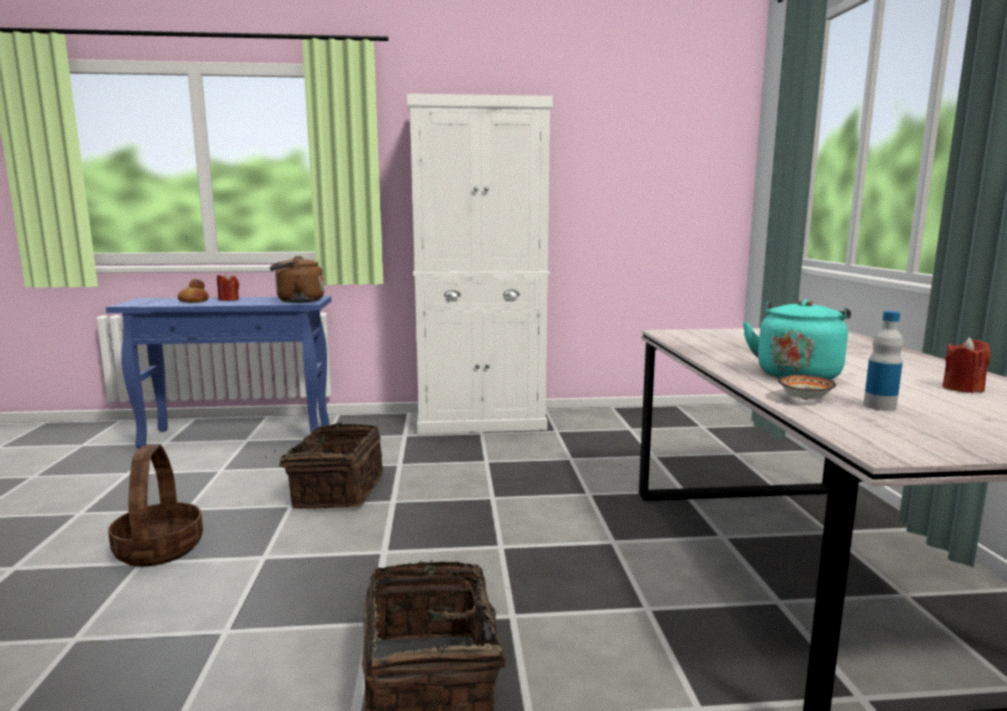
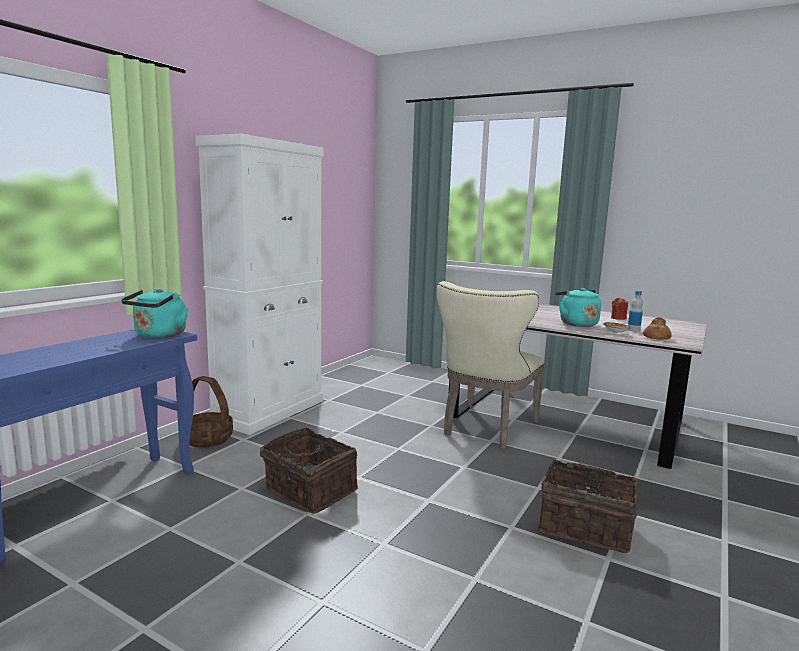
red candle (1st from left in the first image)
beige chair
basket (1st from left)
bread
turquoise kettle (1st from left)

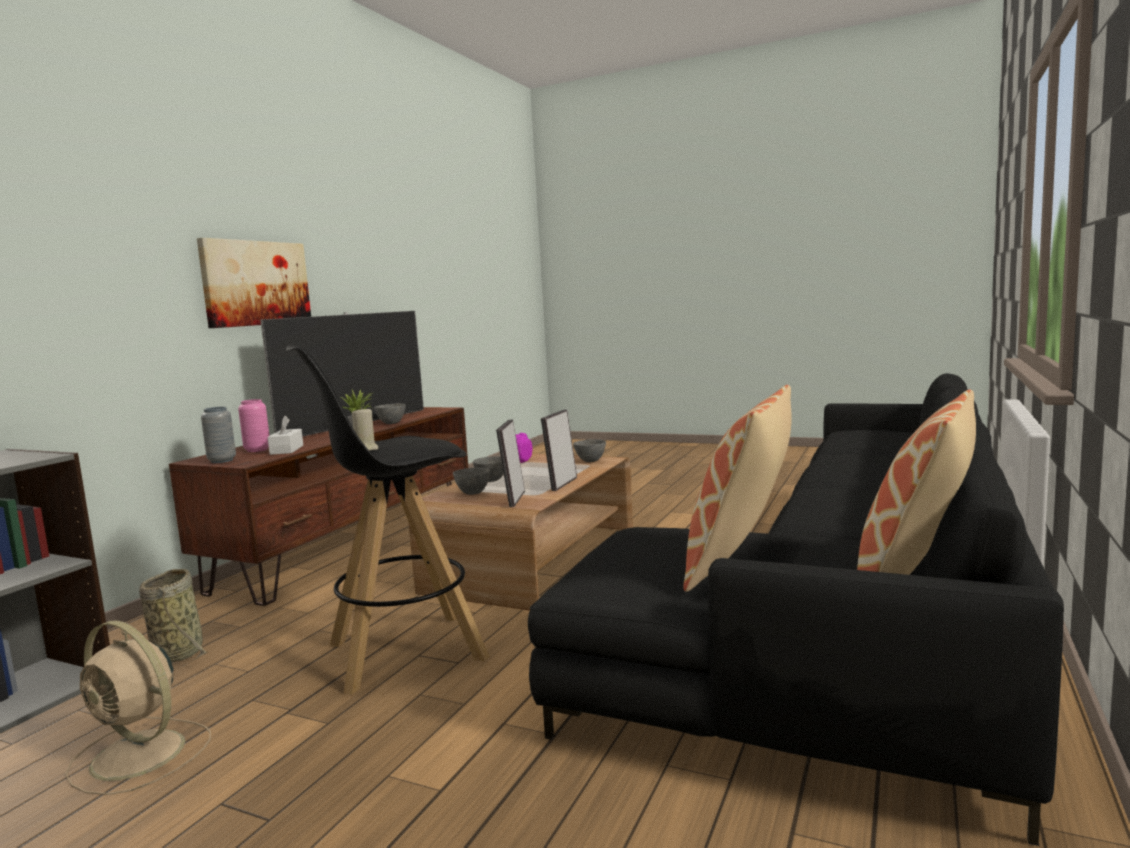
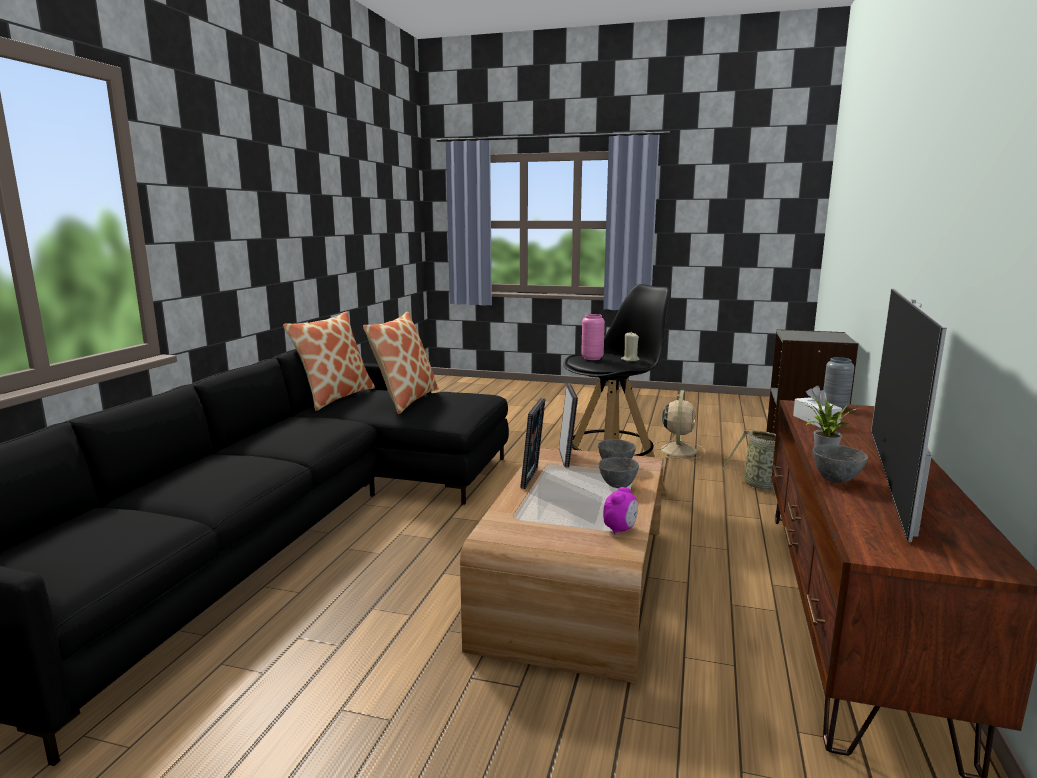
picture
grey bowl (4th from left in the first image)
pink vase
beige fan

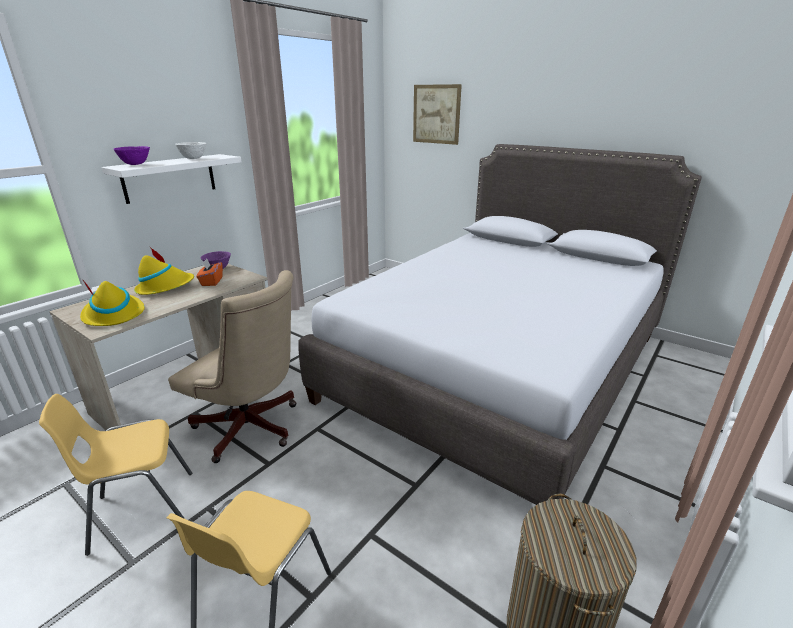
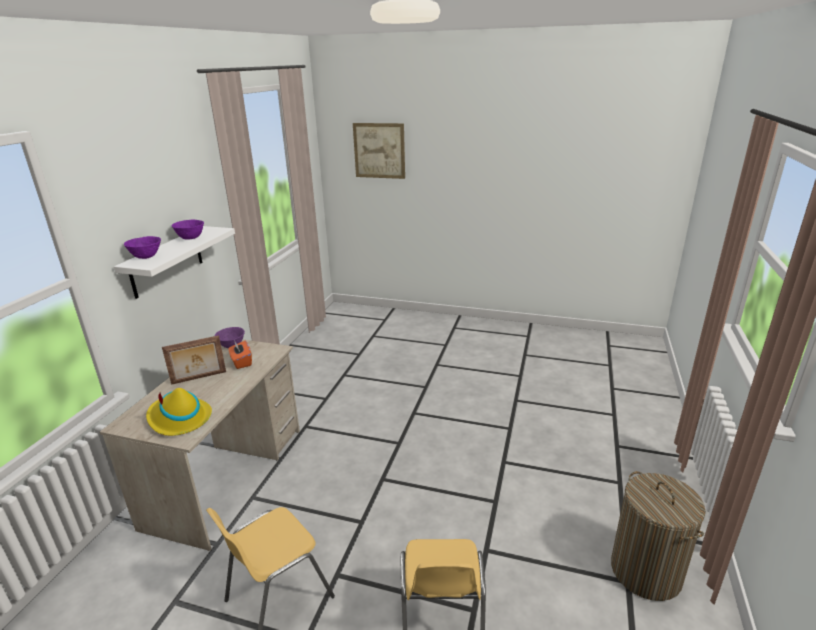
beige office chair
grey bed
picture frame
purple bowl (2nd from left)

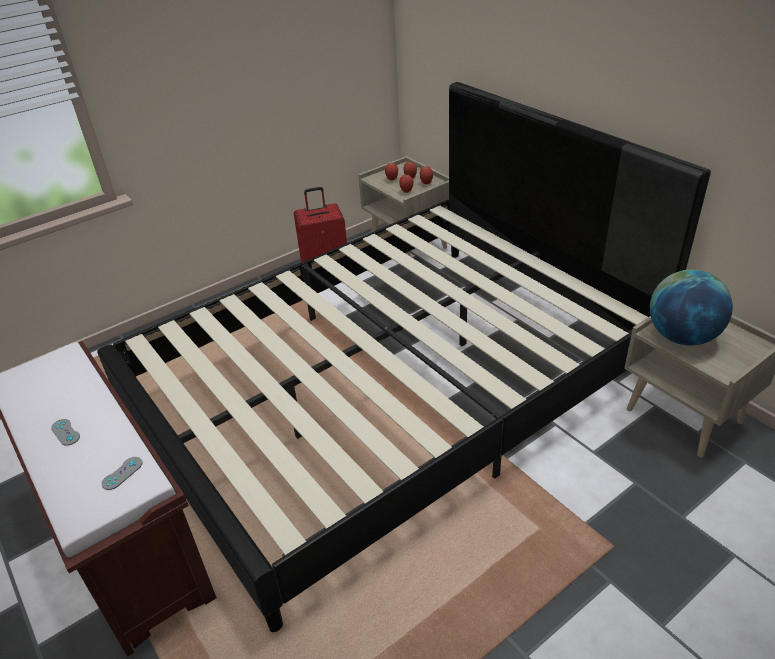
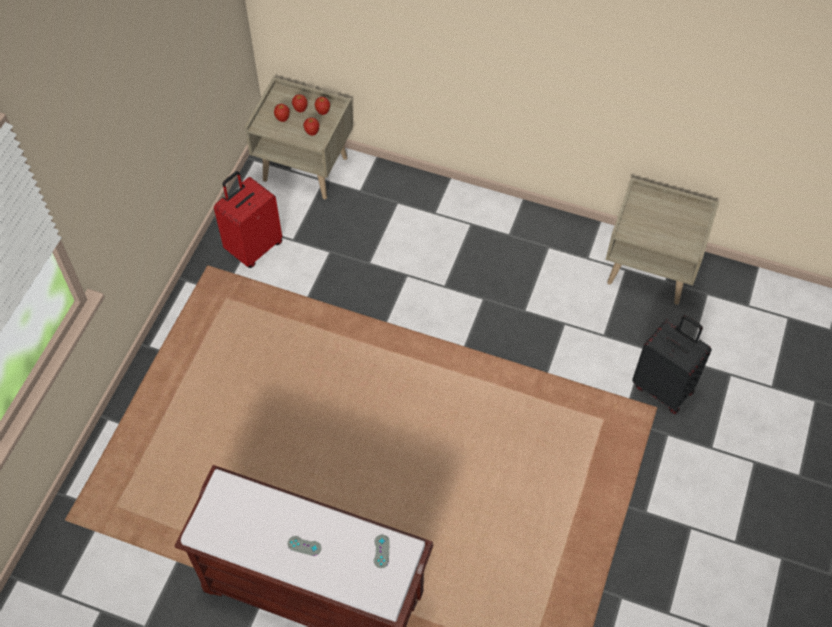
black bed
globe
black suitcase

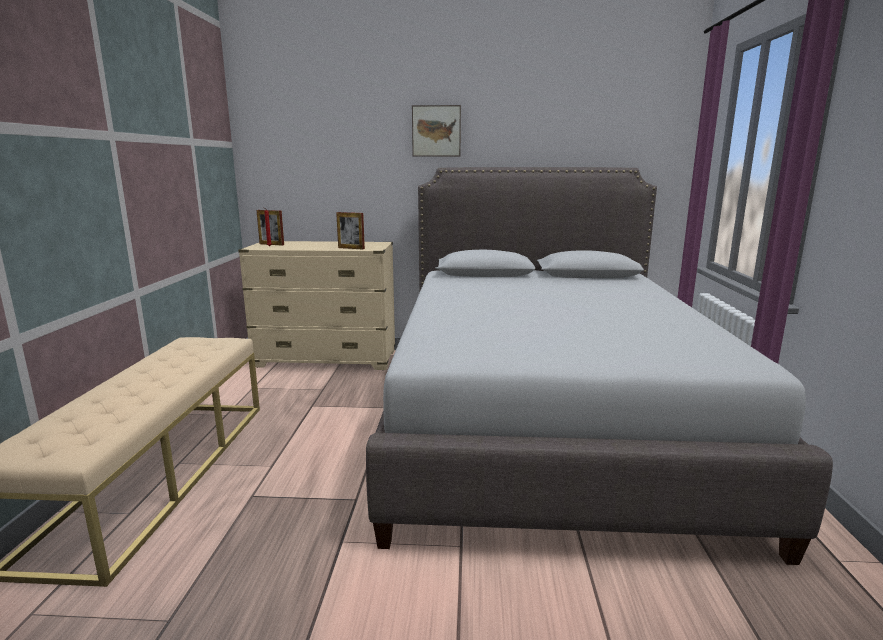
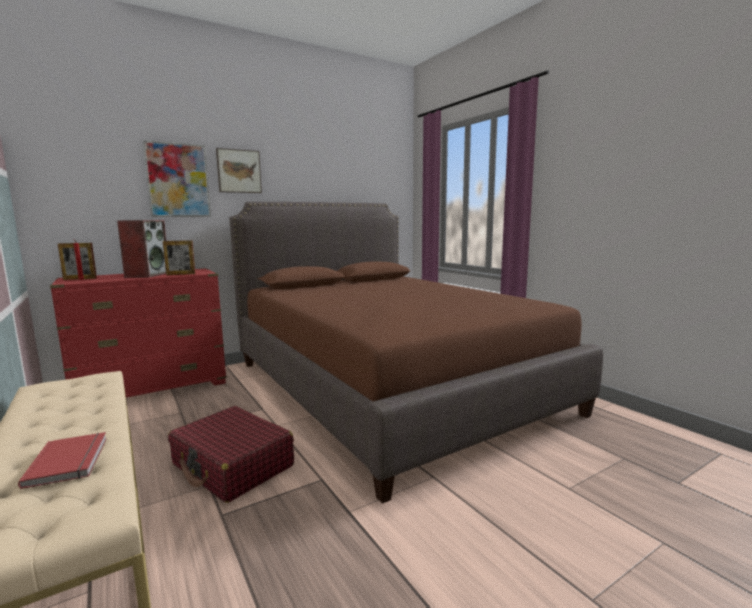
red book
speaker
picture (1st from left)
red suitcase
red dresser
brown bed

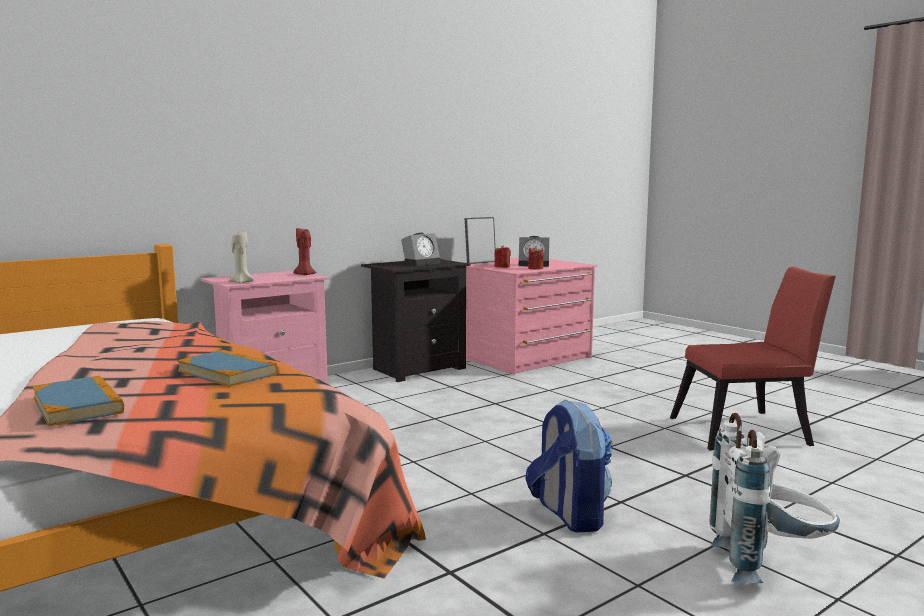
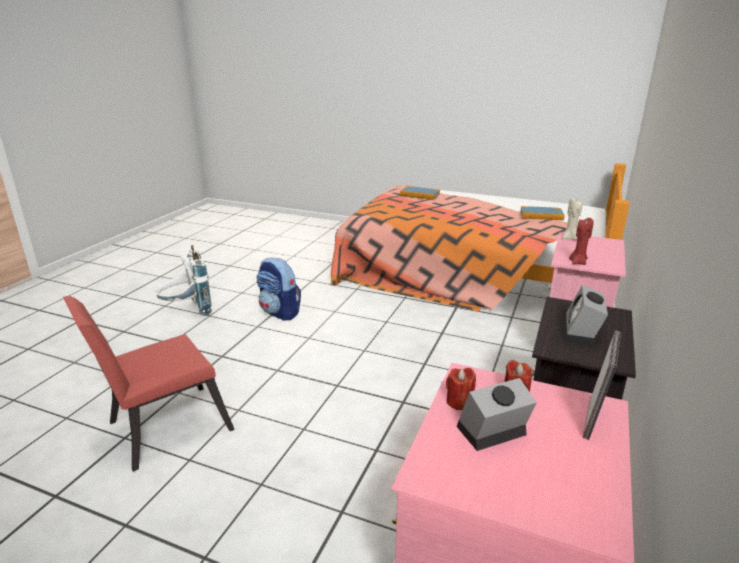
book (2nd from left)

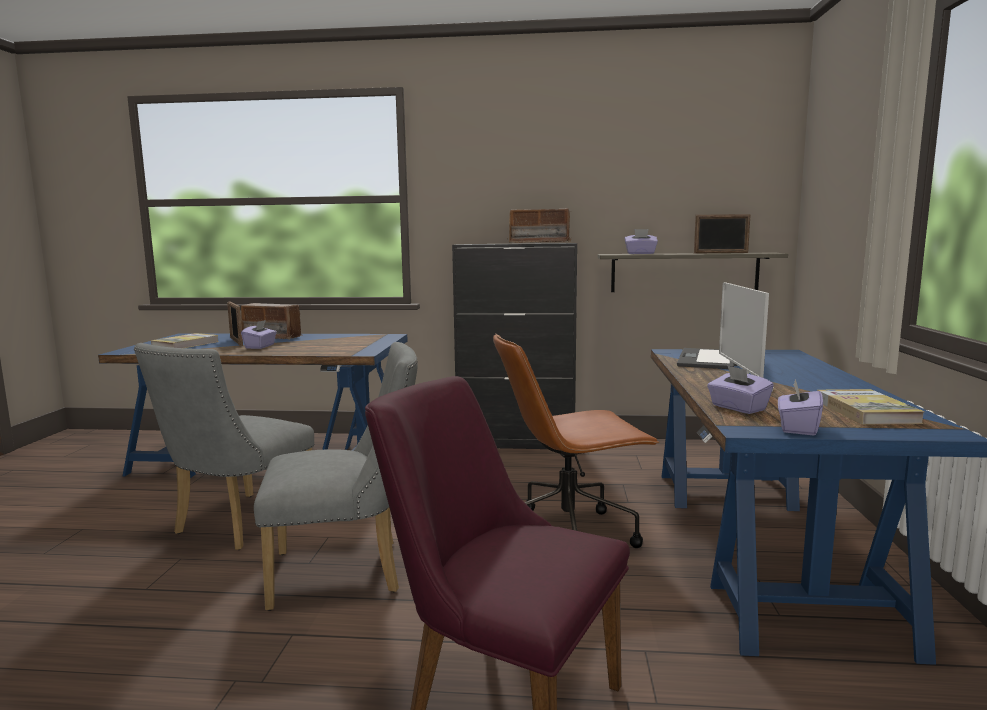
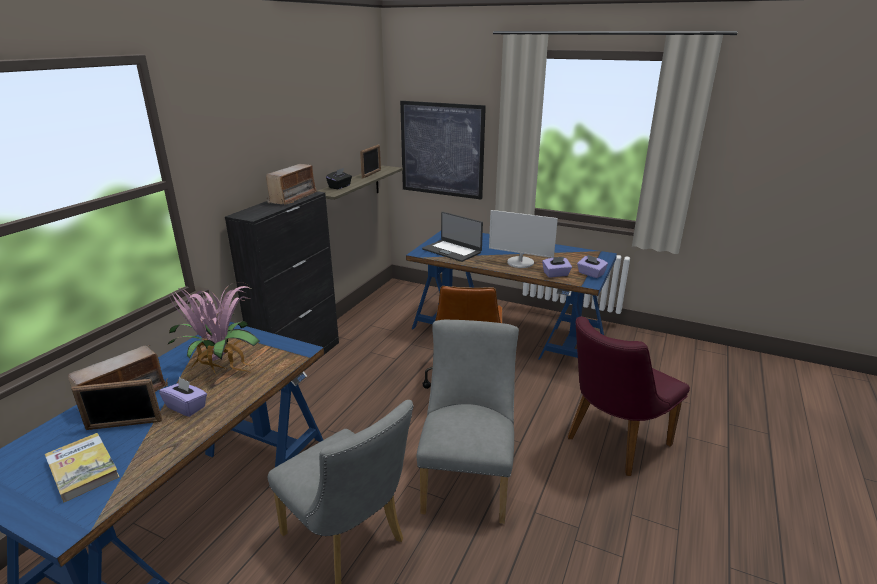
book (2nd from left in the first image)
potted plant
picture
black tissue box

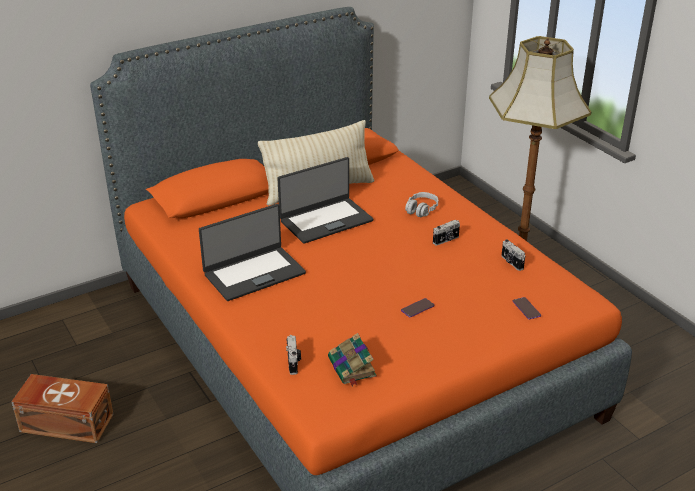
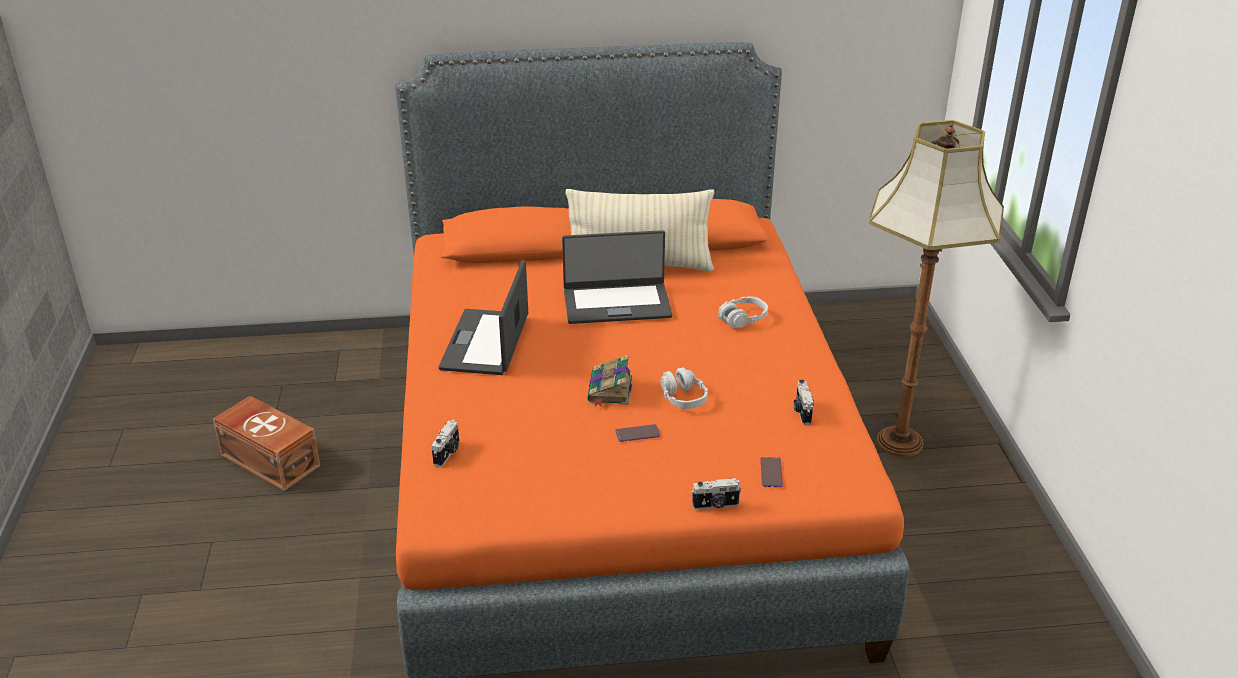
grey headphones (1st from left)
book
photo camera (2nd from left)
laptop (1st from left)

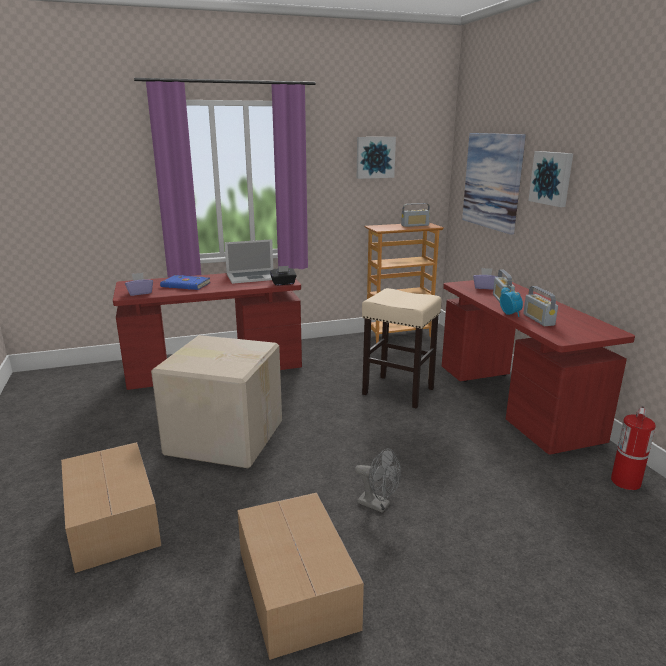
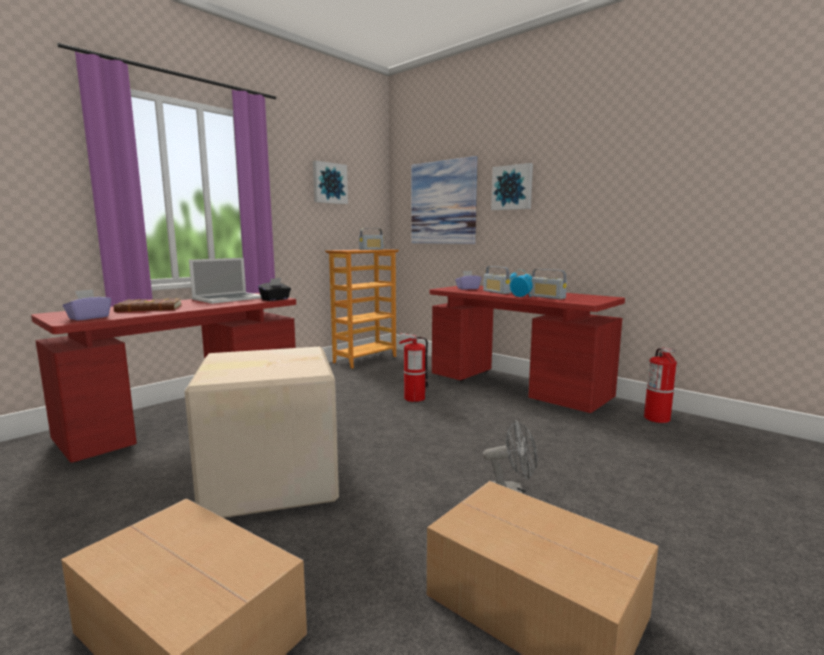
fire extinguisher (1st from left)
brown book

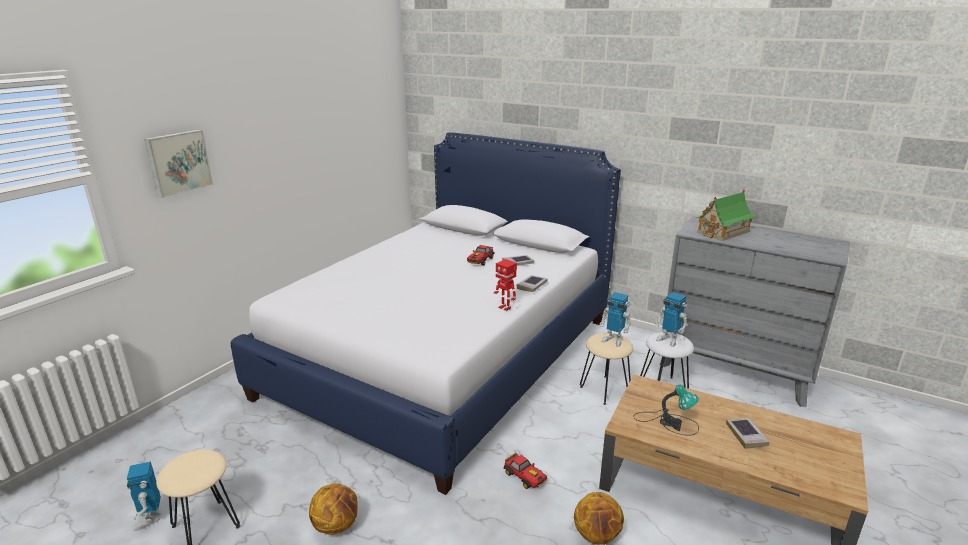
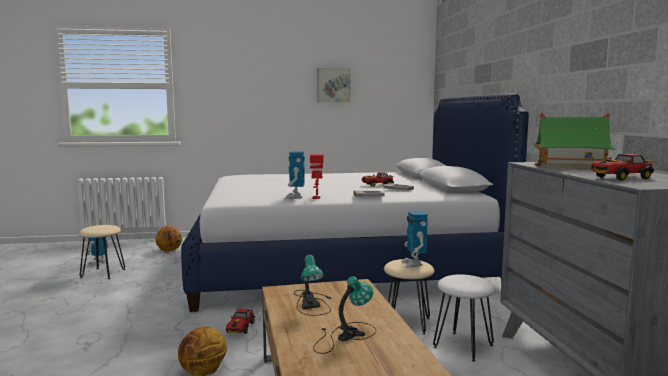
toy car (3rd from left)
picture
basketball (1st from left)
toy robot (2nd from left)
table lamp (2nd from left)

